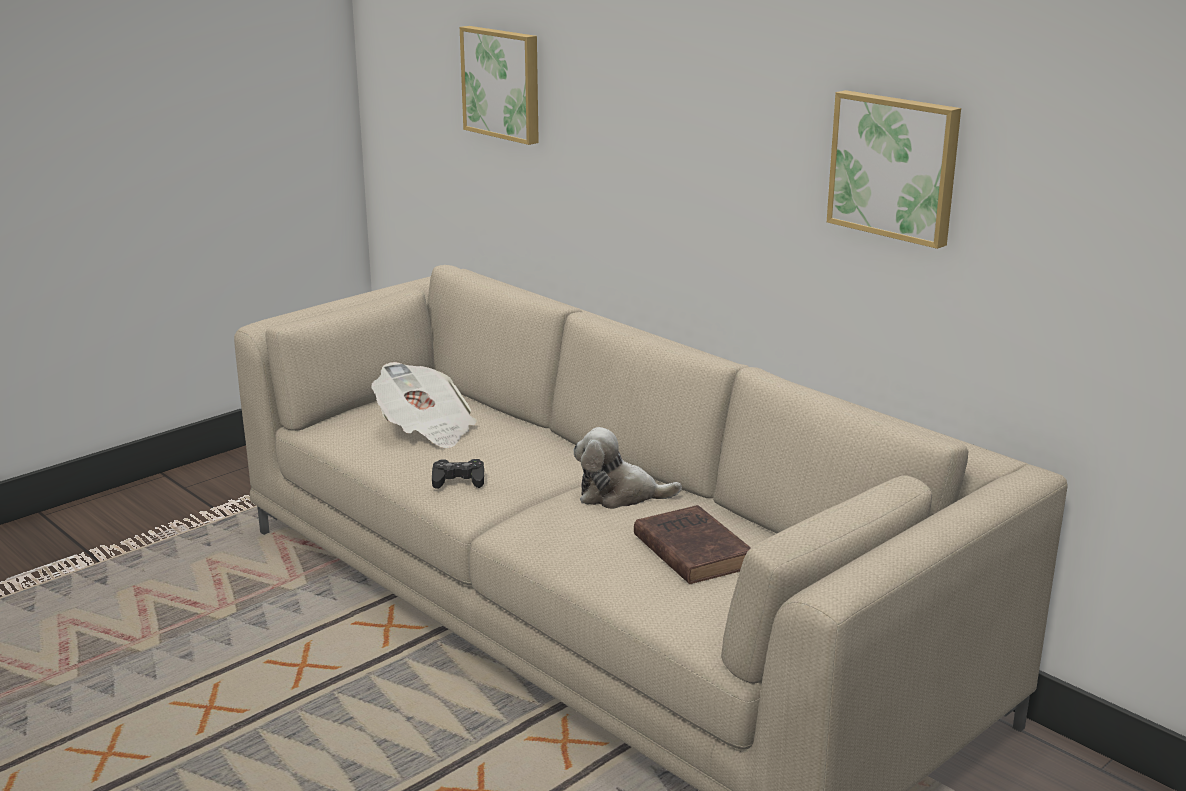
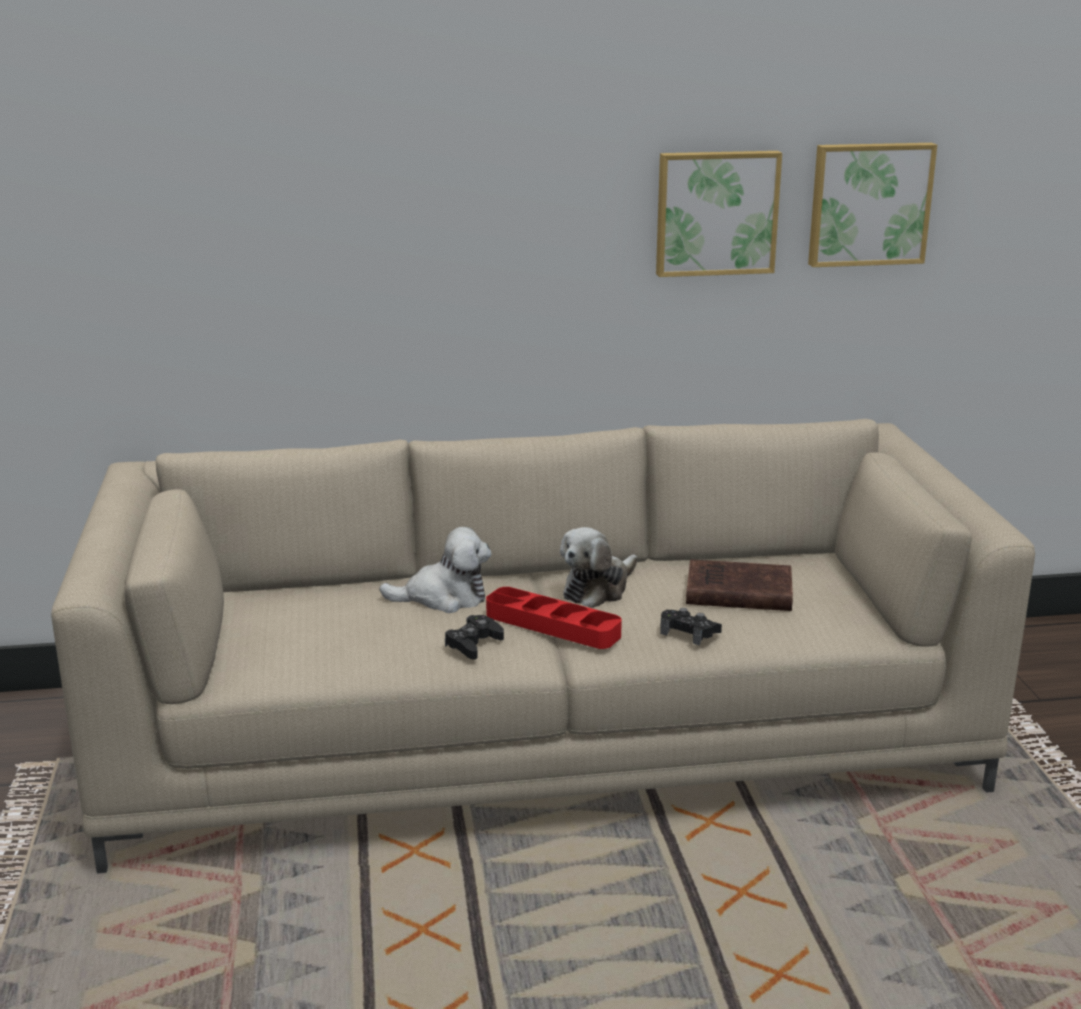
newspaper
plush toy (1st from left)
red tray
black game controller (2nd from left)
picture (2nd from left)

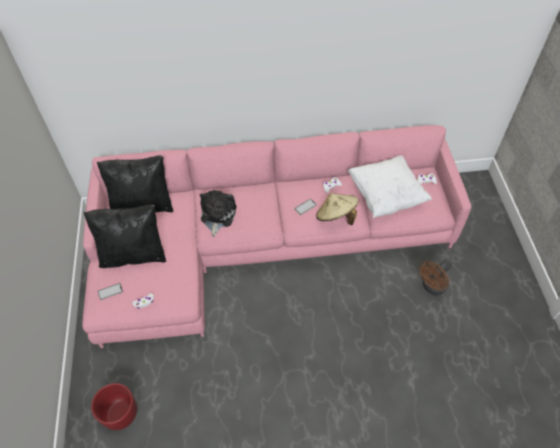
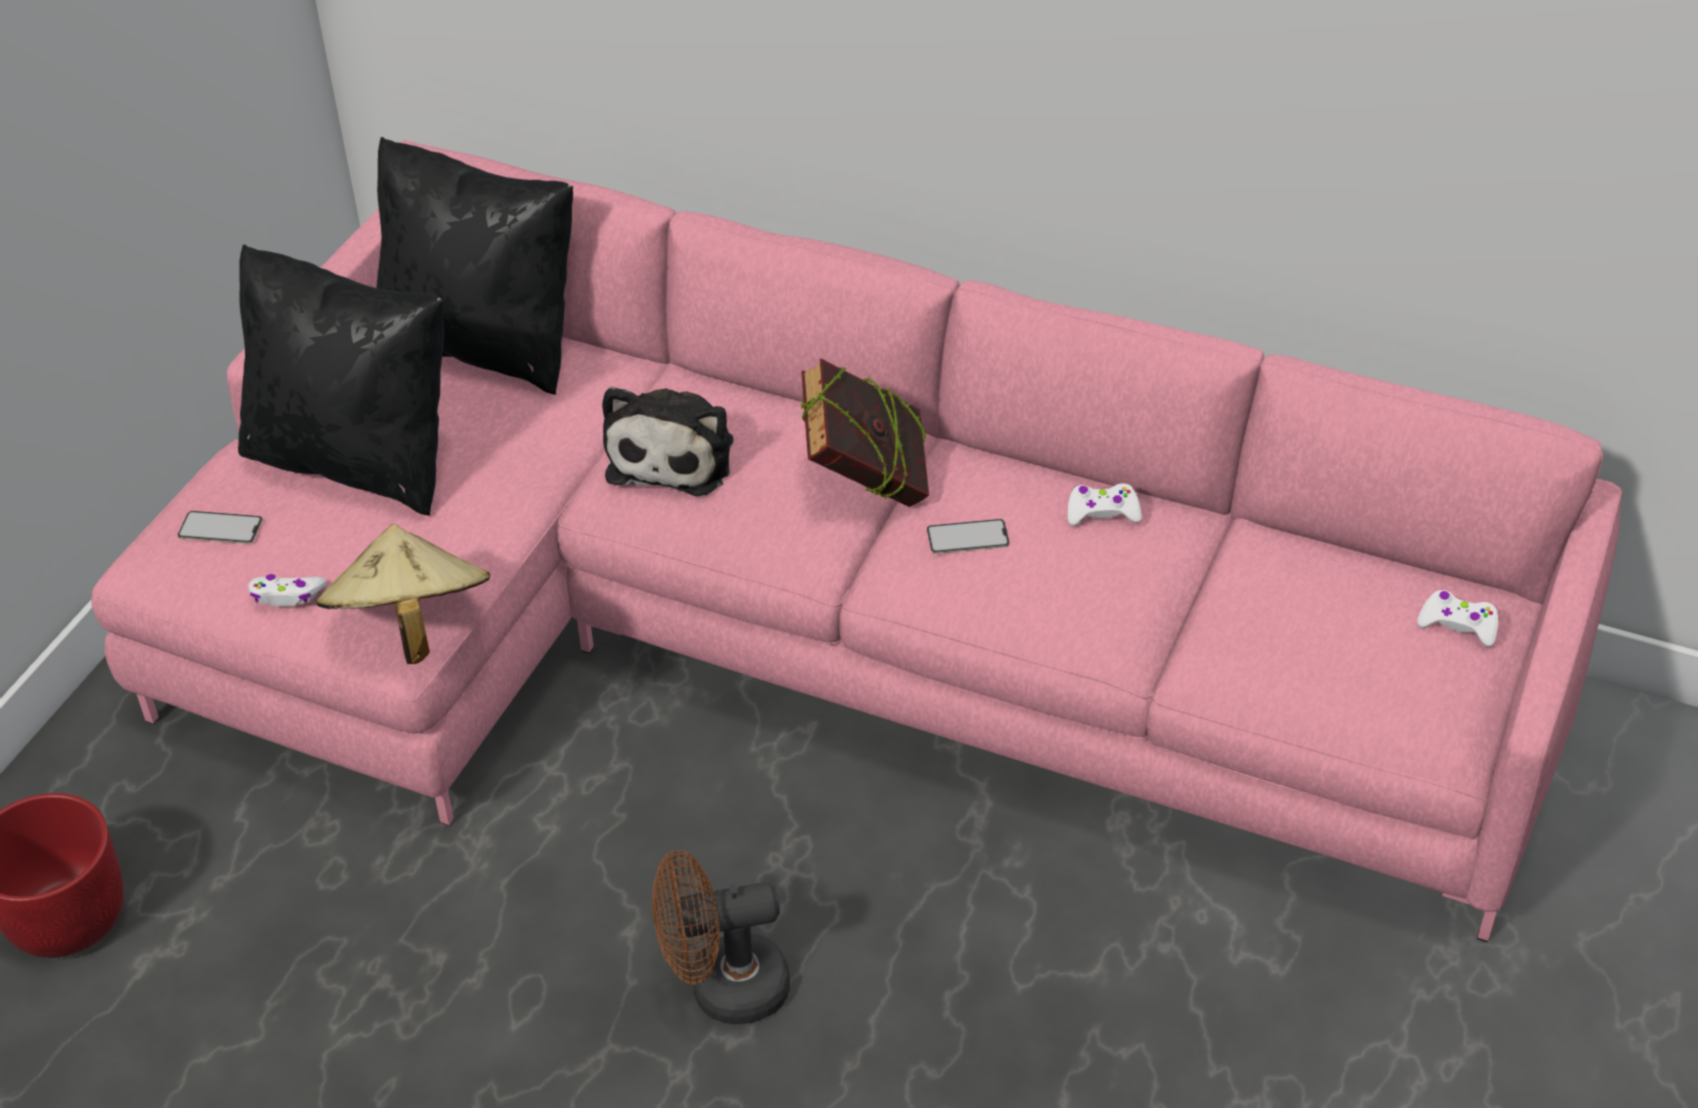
white pillow
book
beige hat
brown fan
plush toy

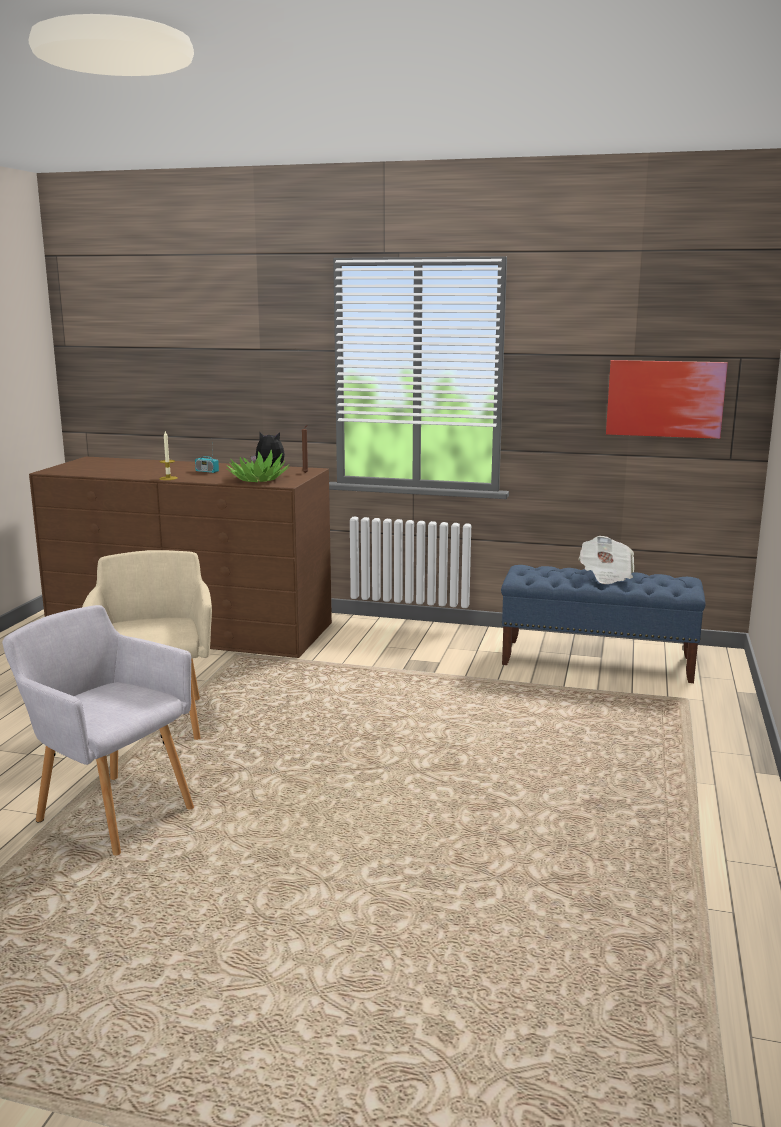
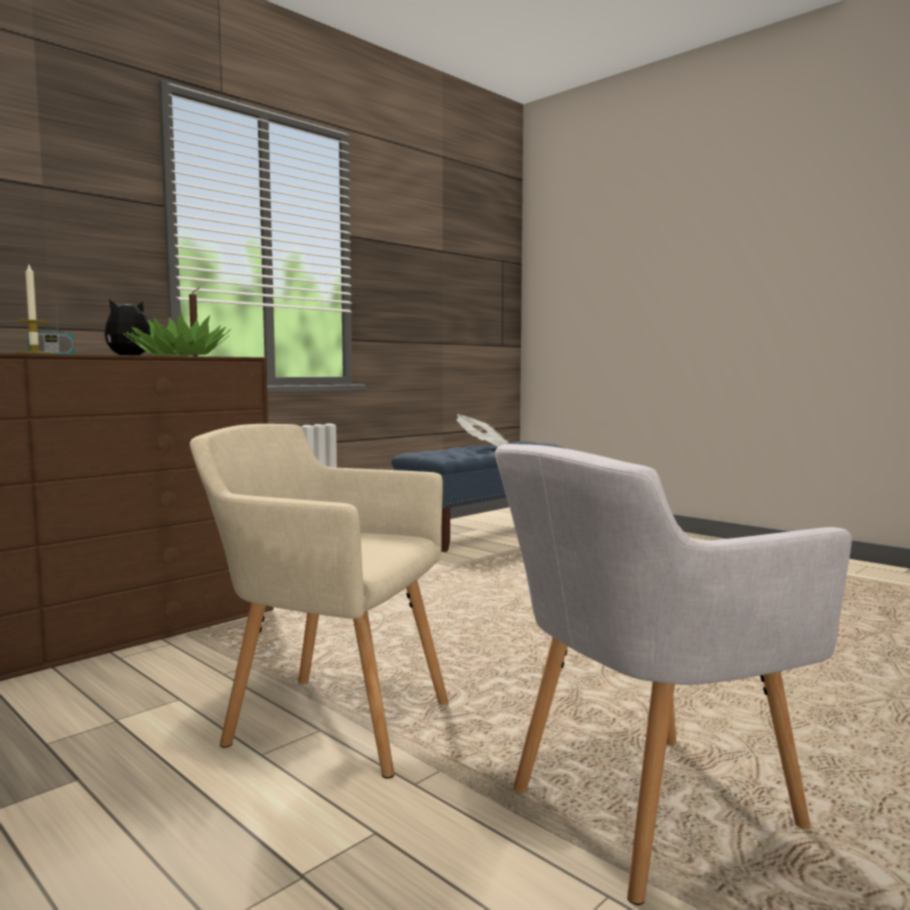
picture

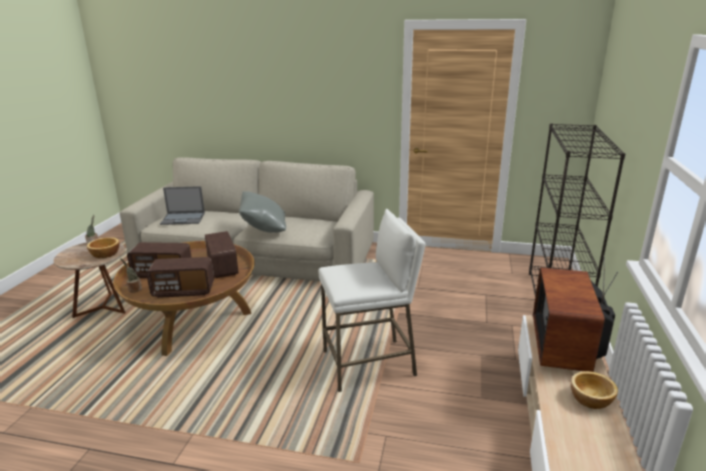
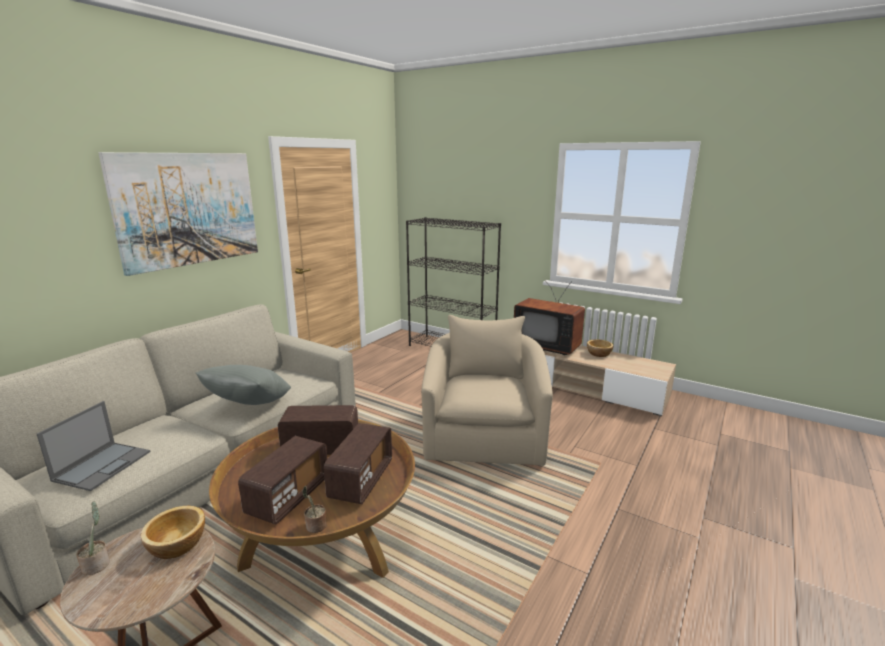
picture
beige armchair

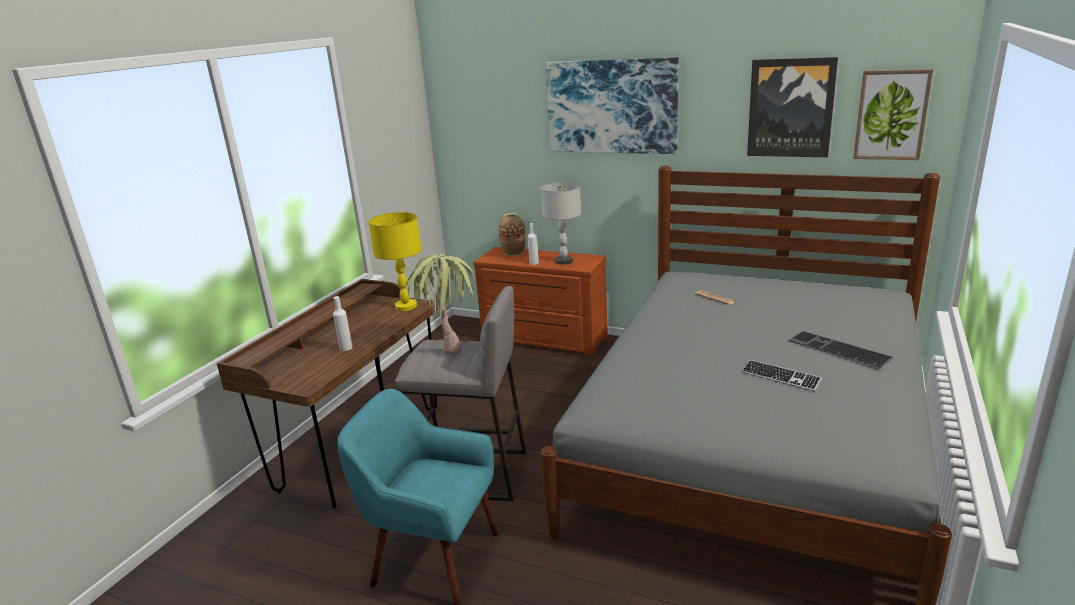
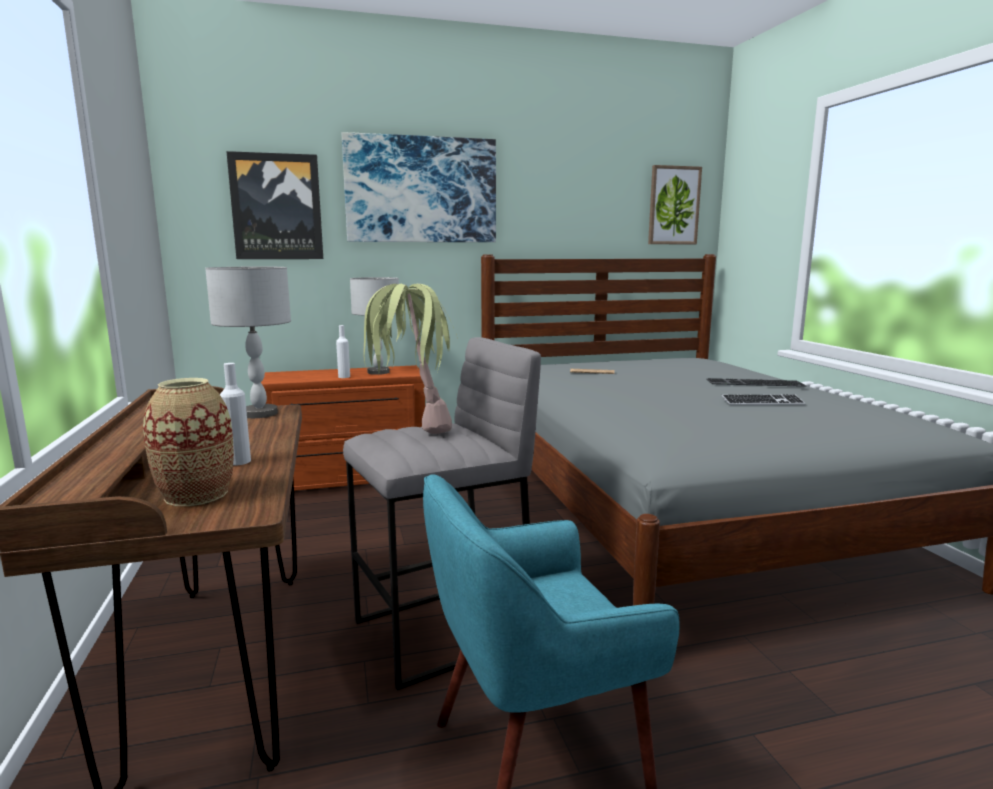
vase
picture (1st from left)
grey table lamp (1st from left)

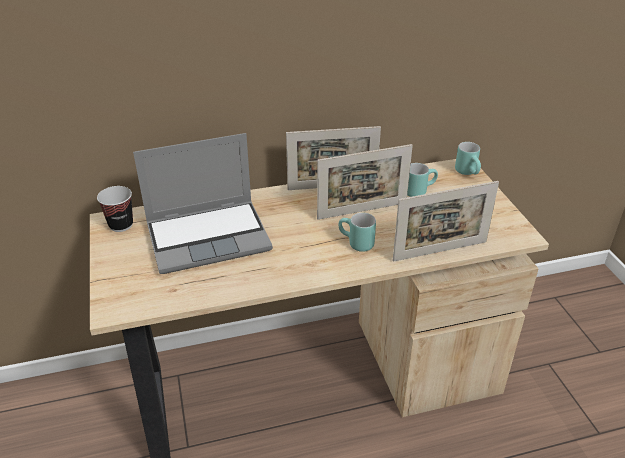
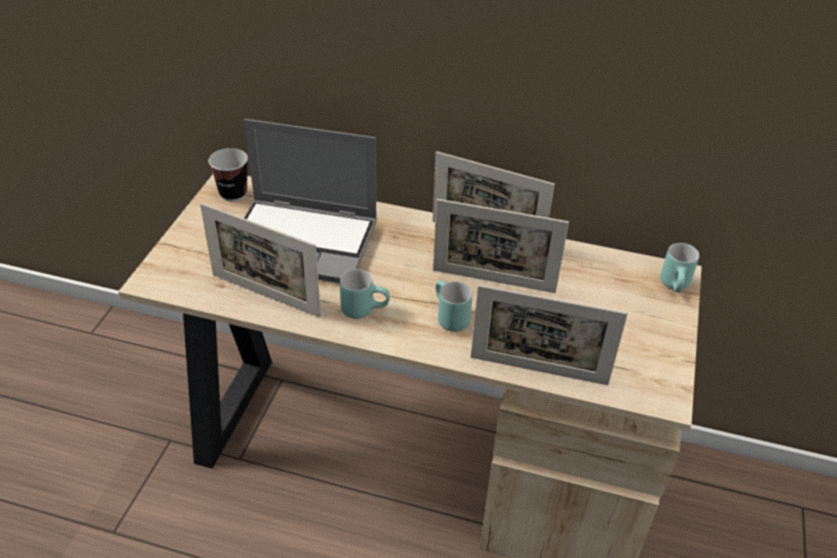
picture frame (1st from left)
turquoise mug (1st from left)

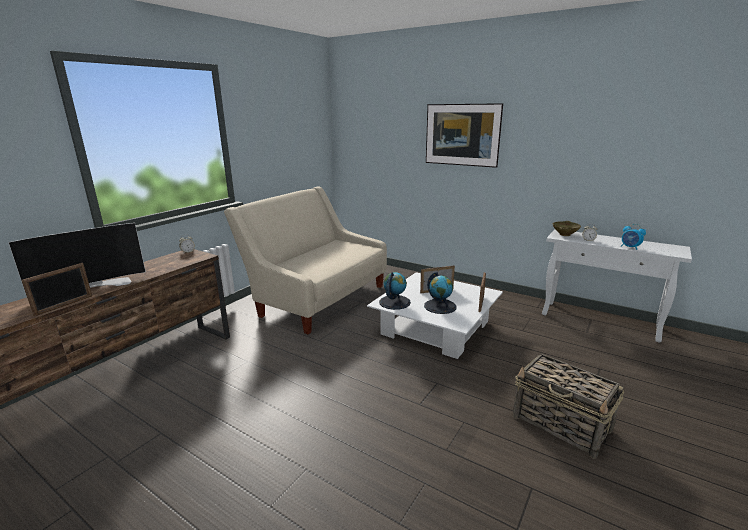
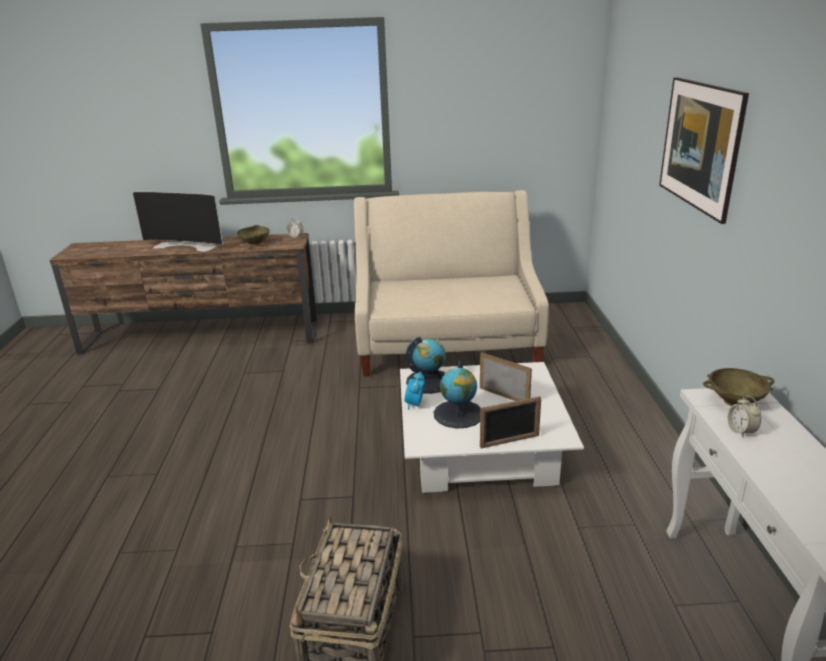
picture frame (1st from left in the first image)
beige bowl (1st from left)
alarm clock (2nd from left)

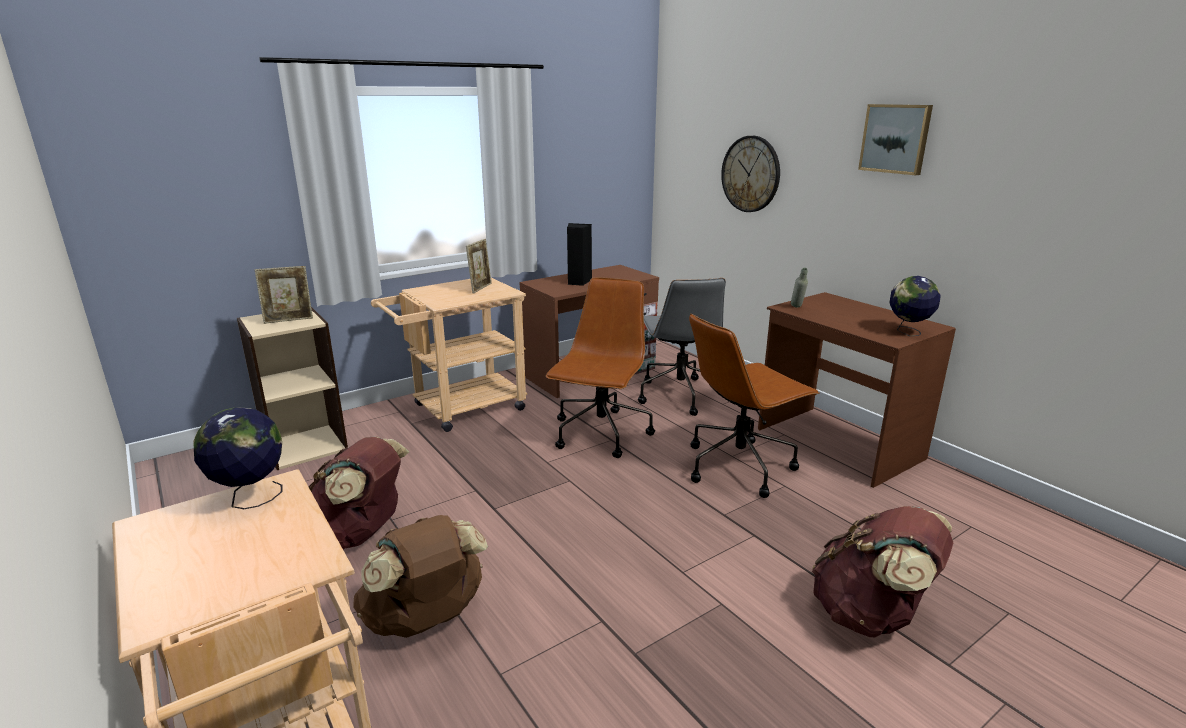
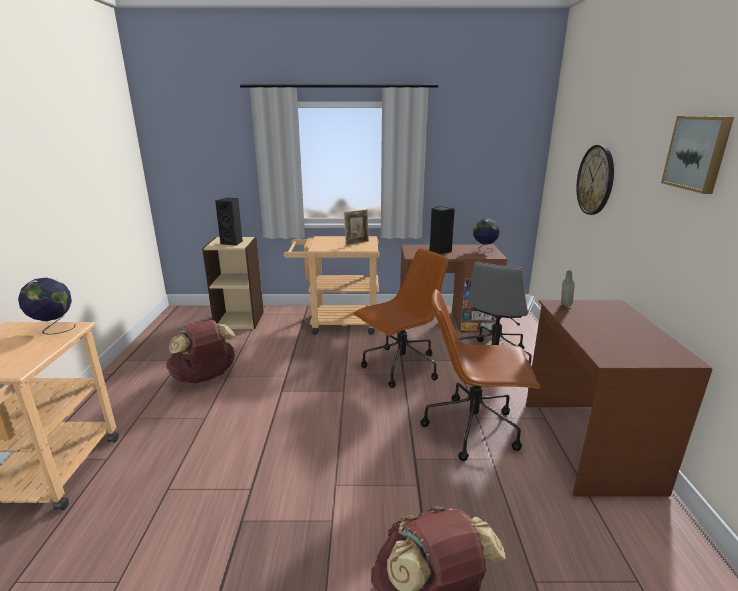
brown backpack (2nd from left in the first image)
globe (2nd from left)
black speaker (1st from left)

